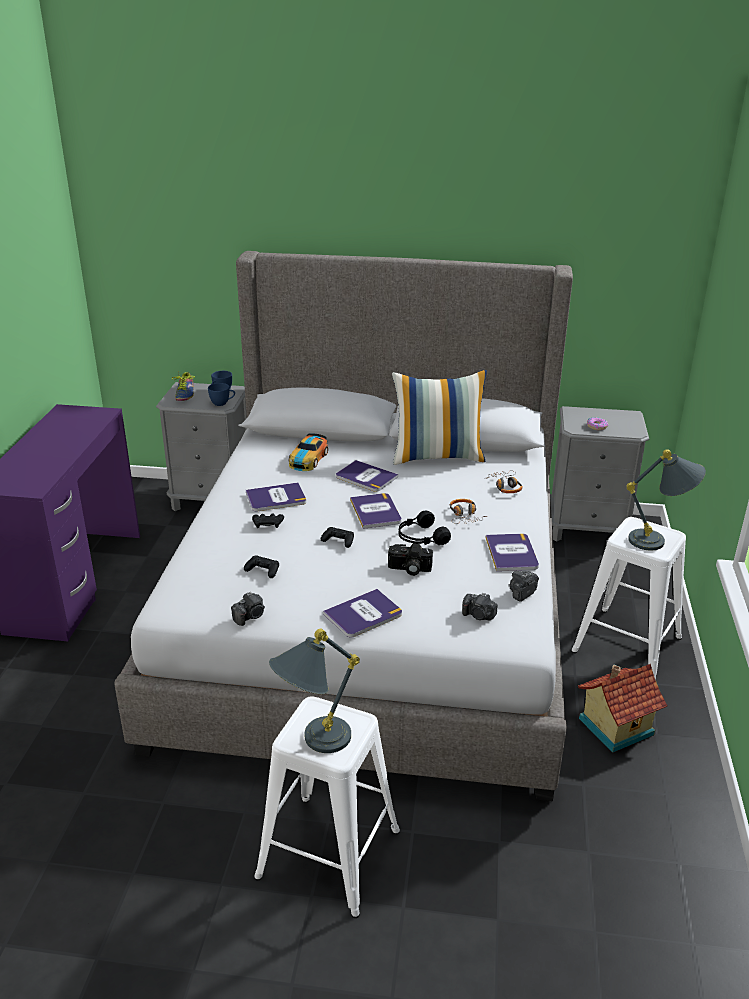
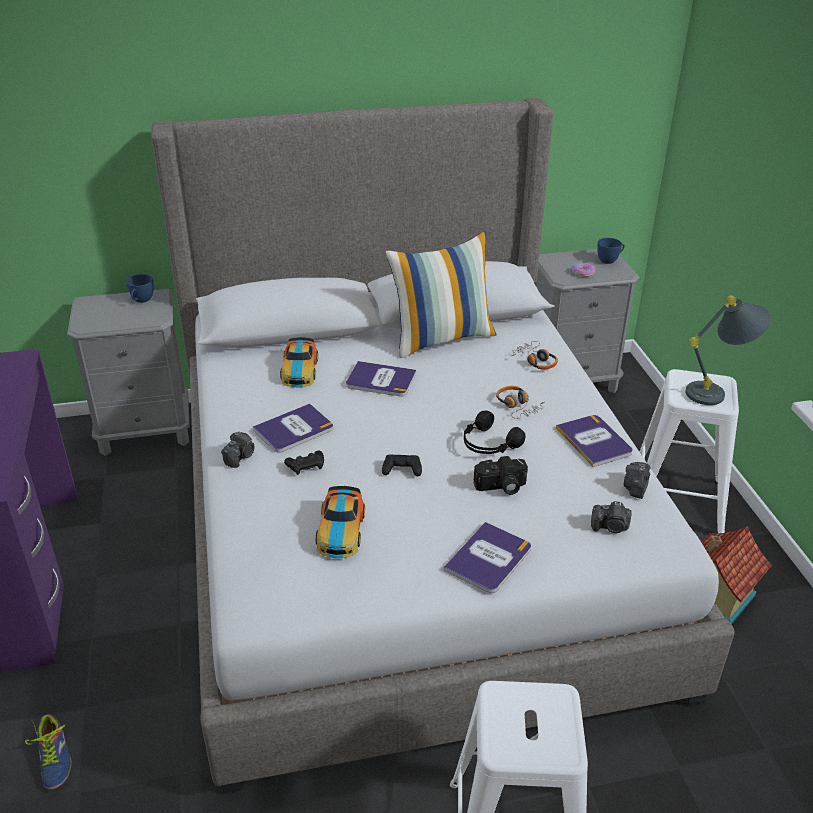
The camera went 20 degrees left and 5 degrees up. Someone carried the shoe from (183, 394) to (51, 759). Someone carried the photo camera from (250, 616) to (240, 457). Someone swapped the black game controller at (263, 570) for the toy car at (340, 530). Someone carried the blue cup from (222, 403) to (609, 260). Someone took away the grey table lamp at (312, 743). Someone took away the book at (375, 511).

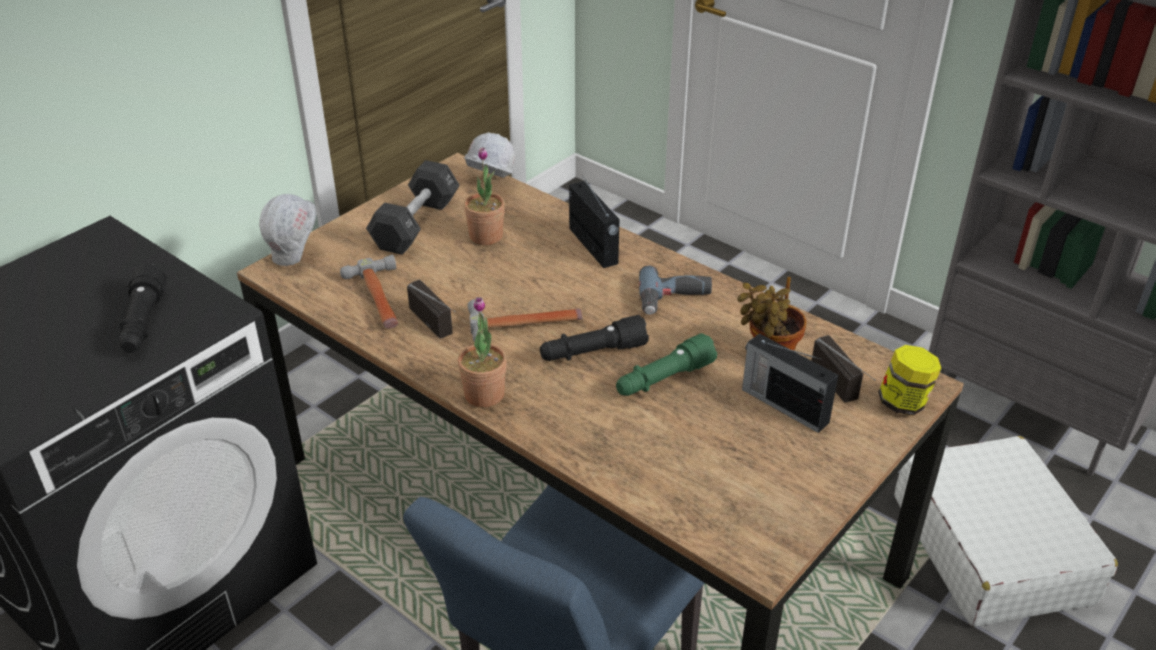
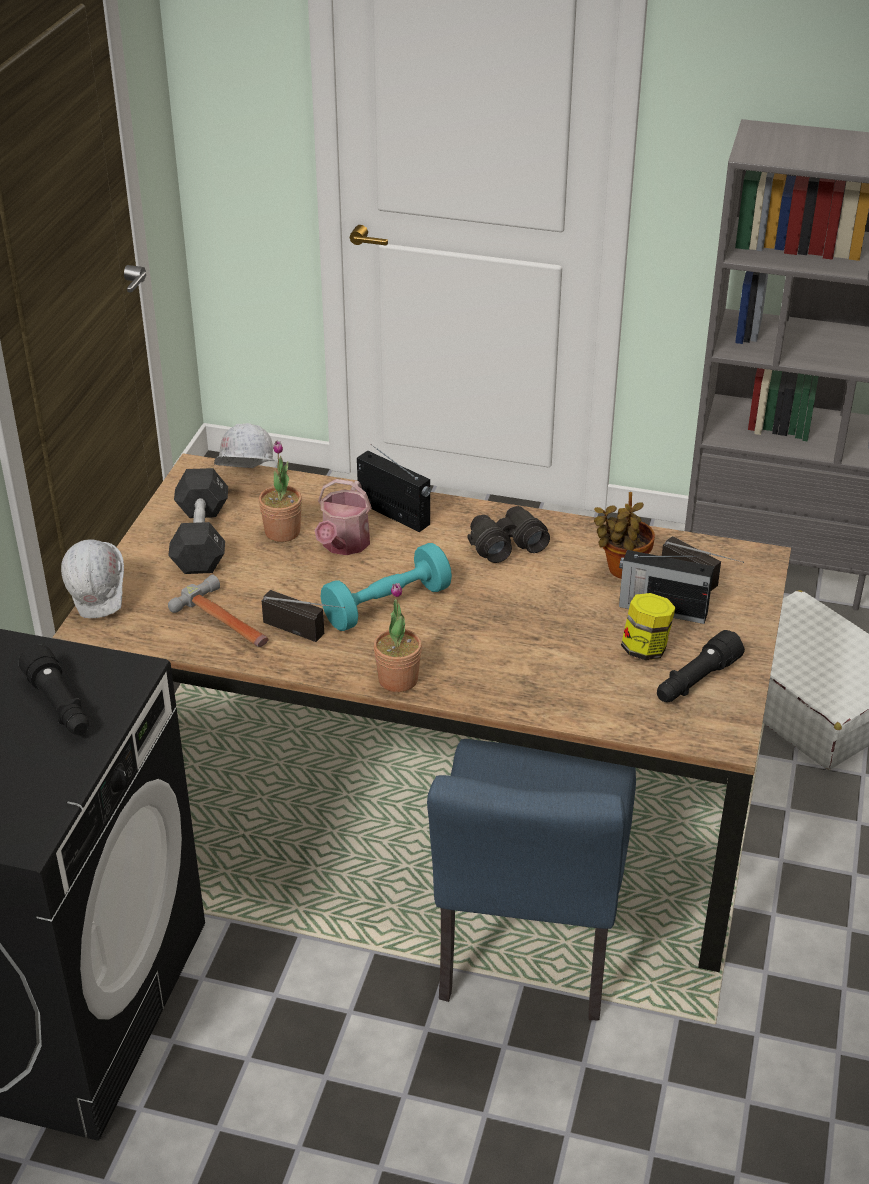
The camera went 25 degrees left and 0 degrees up. Someone put down the watering can at (343, 545). Someone swapped the hammer at (526, 324) for the turquoise dumbbell at (387, 605). Someone swapped the power drill at (675, 300) for the black binoculars at (506, 544). Someone carried the jar from (903, 403) to (645, 649). Someone carried the black flashlight from (592, 353) to (696, 681). Someone took away the green flashlight at (663, 379).

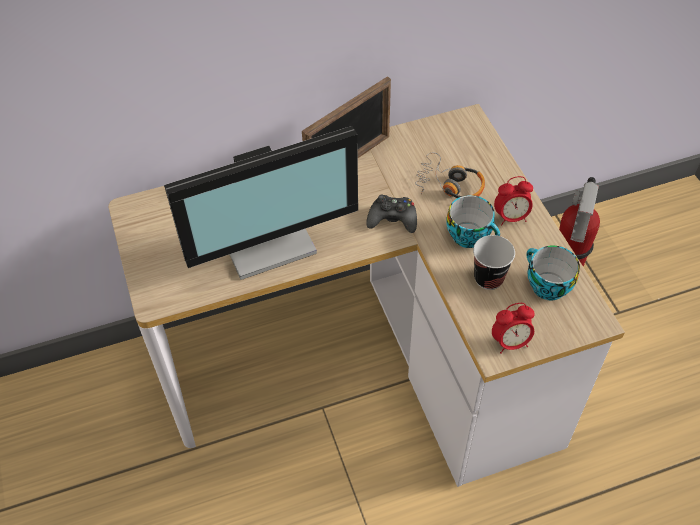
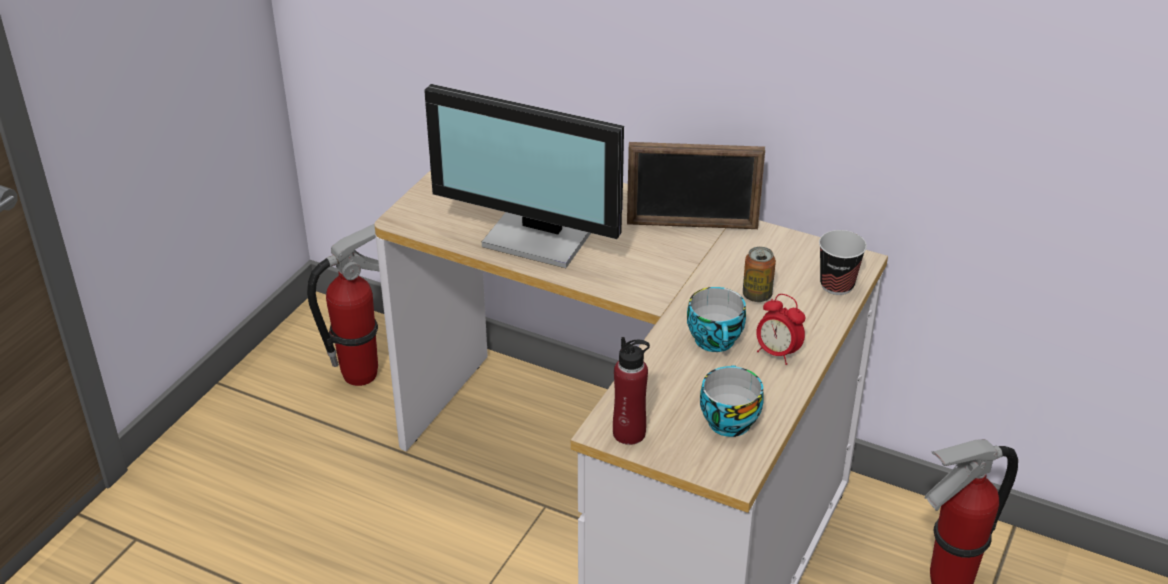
The camera went 45 degrees right and 15 degrees down. Someone put down the fire extinguisher at (361, 374). Someone swapped the alarm clock at (510, 342) for the red bottle at (629, 433). Someone swapped the headphones at (449, 185) for the can at (757, 295). Someone carried the cup from (488, 278) to (837, 285). Someone took away the black game controller at (392, 219).

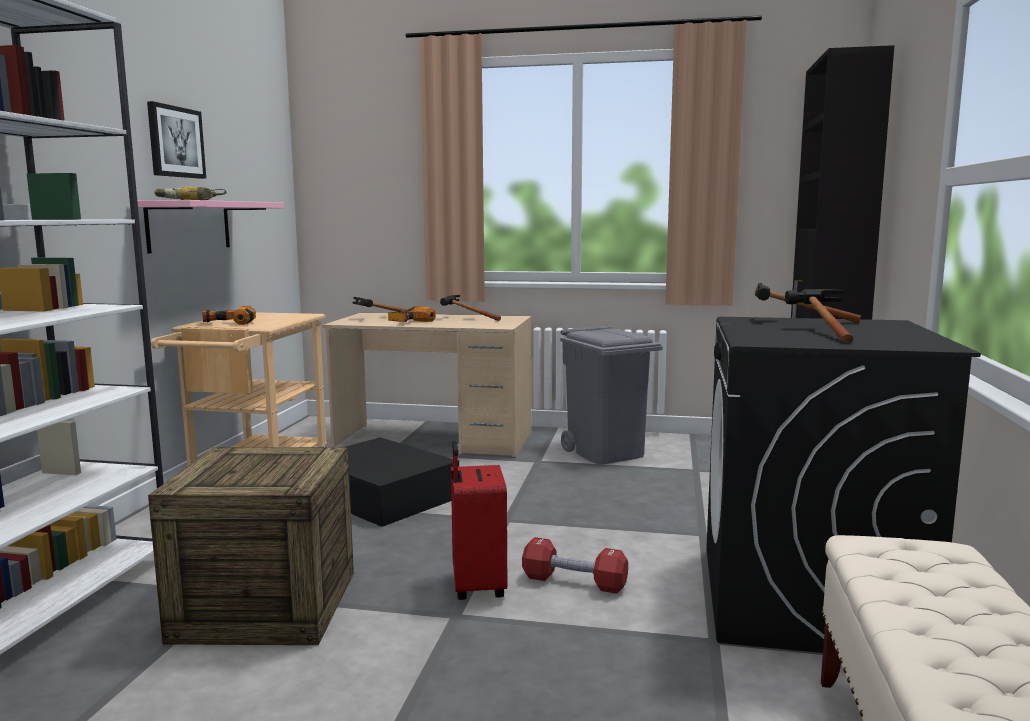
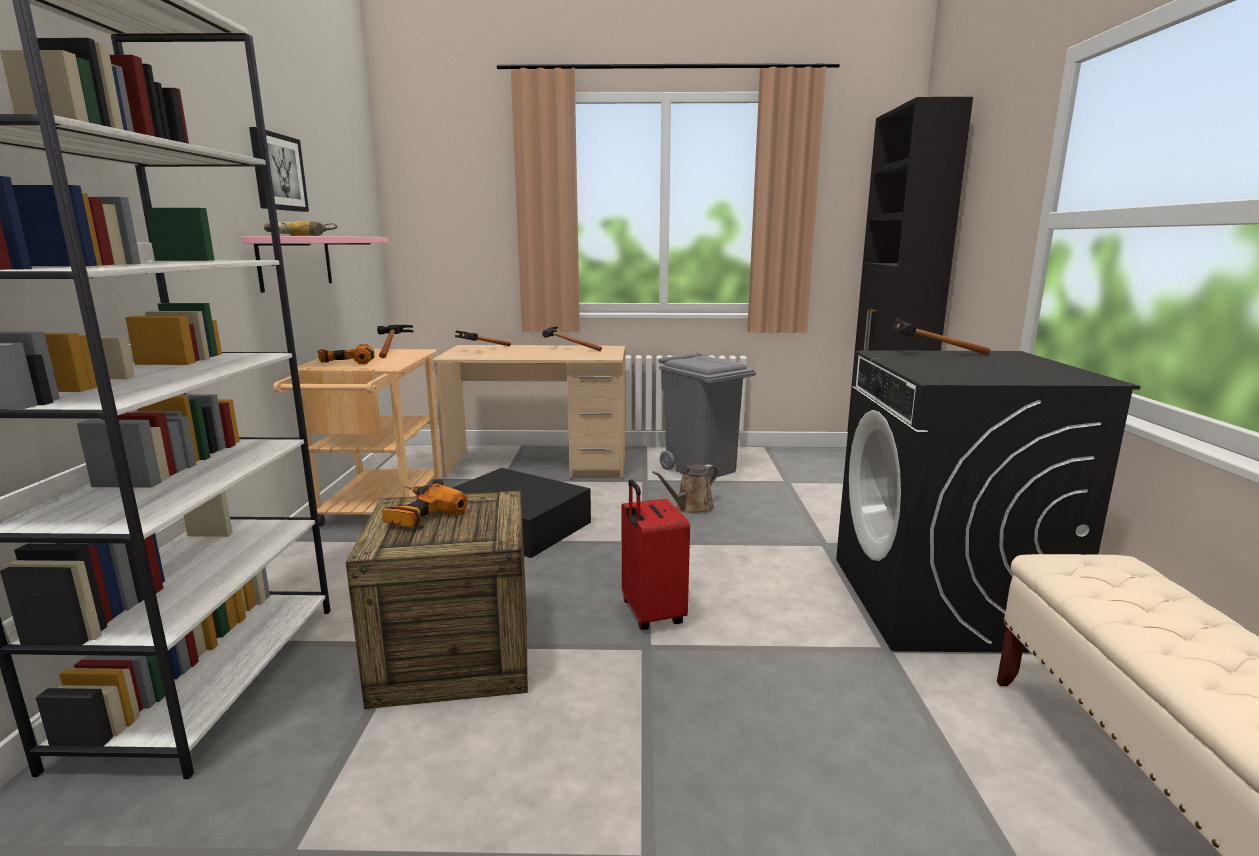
The camera went 10 degrees left and 5 degrees up. Someone carried the hammer from (819, 331) to (391, 351). Someone carried the power drill from (407, 321) to (418, 515). Someone put down the brown watering can at (691, 508). Someone took away the red dumbbell at (574, 582).

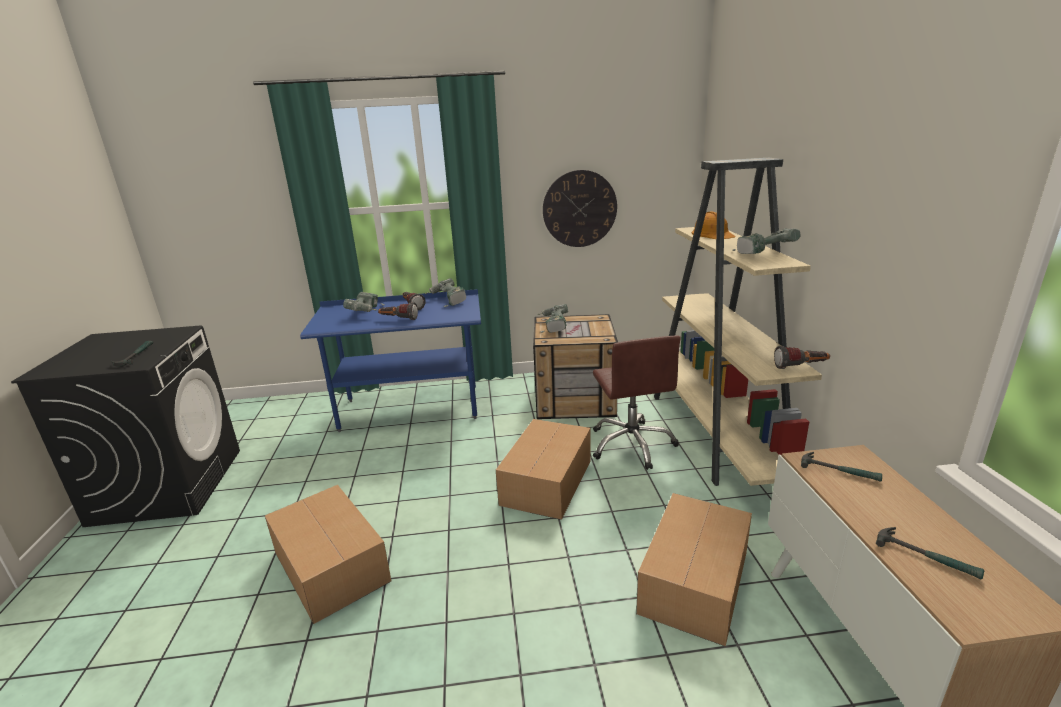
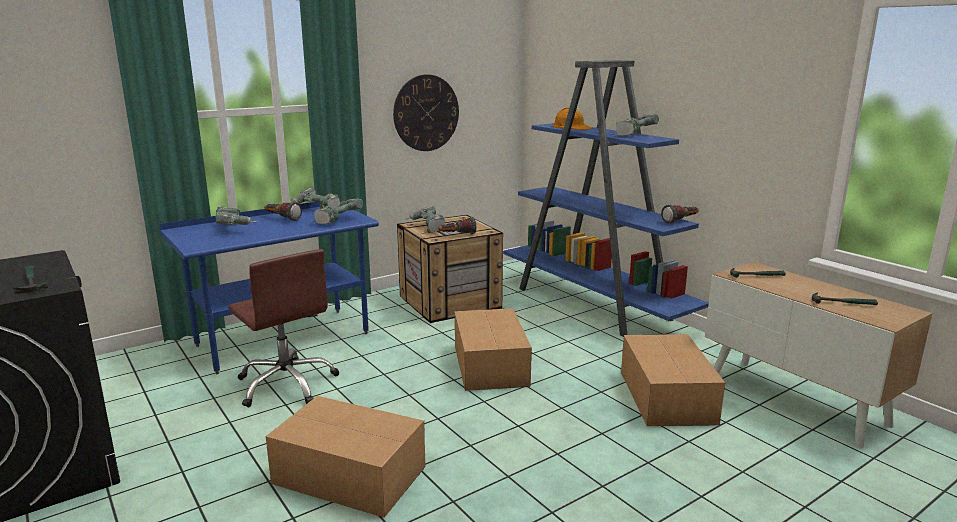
The camera went 30 degrees left and 5 degrees down. Someone carried the brown office chair from (632, 444) to (287, 384). Someone put down the power drill at (337, 220). Someone carried the flashlight from (398, 319) to (457, 235). Someone repainted the beige bookcase at (717, 433), which became the blue bookcase at (594, 305).

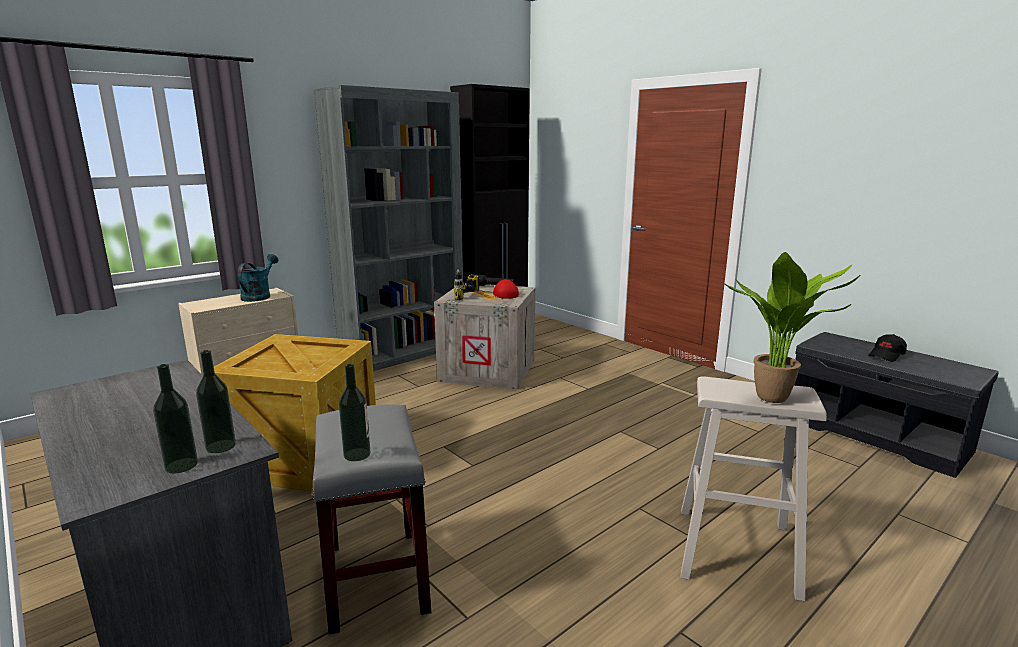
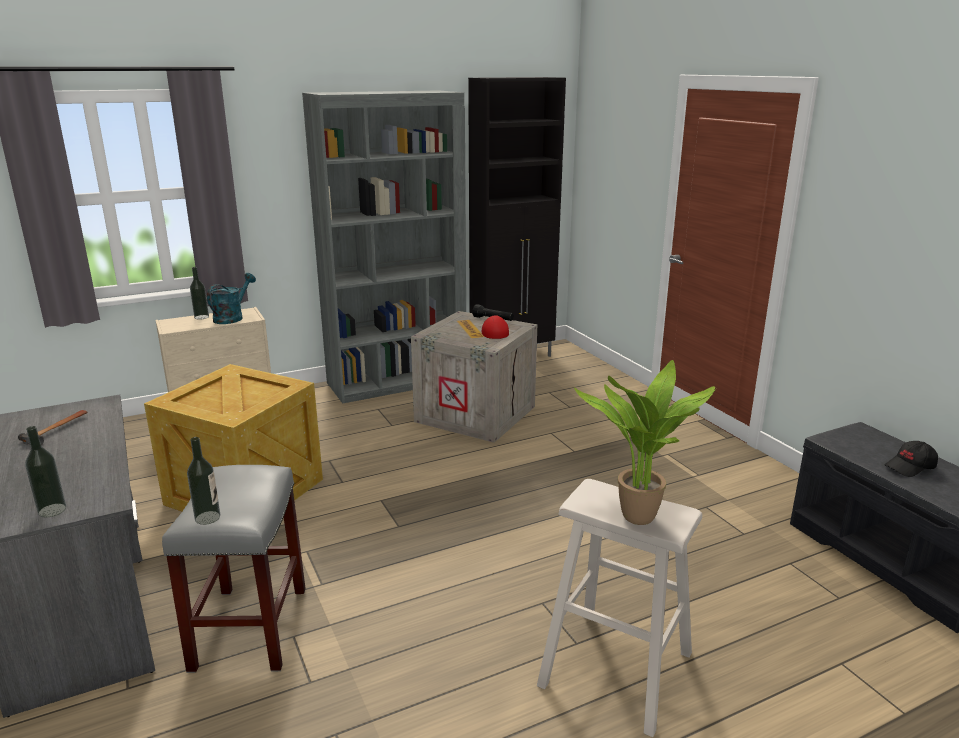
The camera went 15 degrees right and 5 degrees up. Someone put down the hammer at (57, 430). Someone carried the bottle from (221, 446) to (201, 317). Someone took away the power drill at (475, 298).

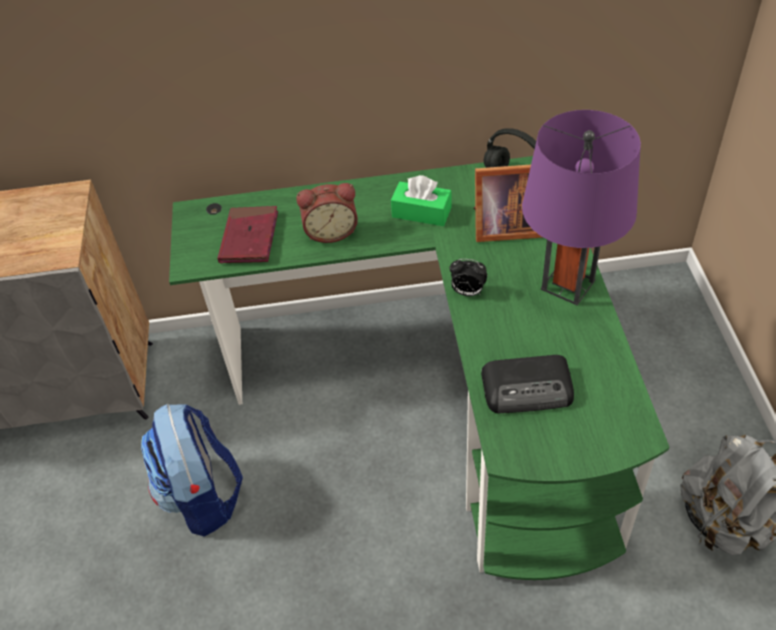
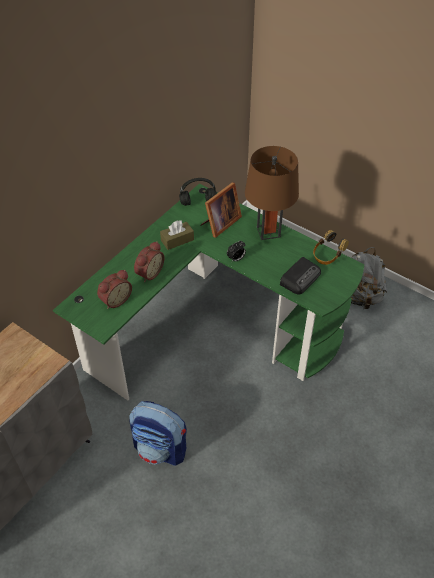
The camera went 50 degrees left and 0 degrees up. Someone swapped the red book at (249, 238) for the alarm clock at (115, 299). Someone repainted the green tissue box at (421, 212), which became the brown tissue box at (177, 240). Someone repainted the purple table lamp at (568, 285), which became the brown table lamp at (268, 232). Someone put down the headphones at (327, 256).

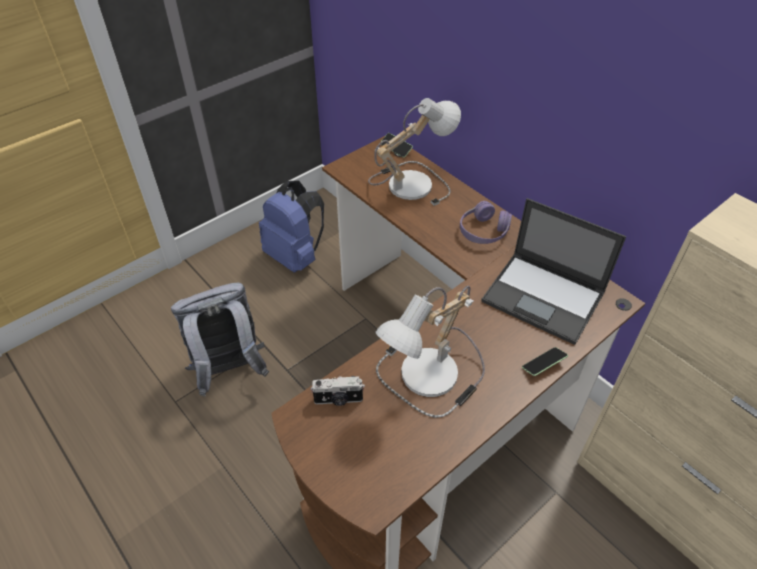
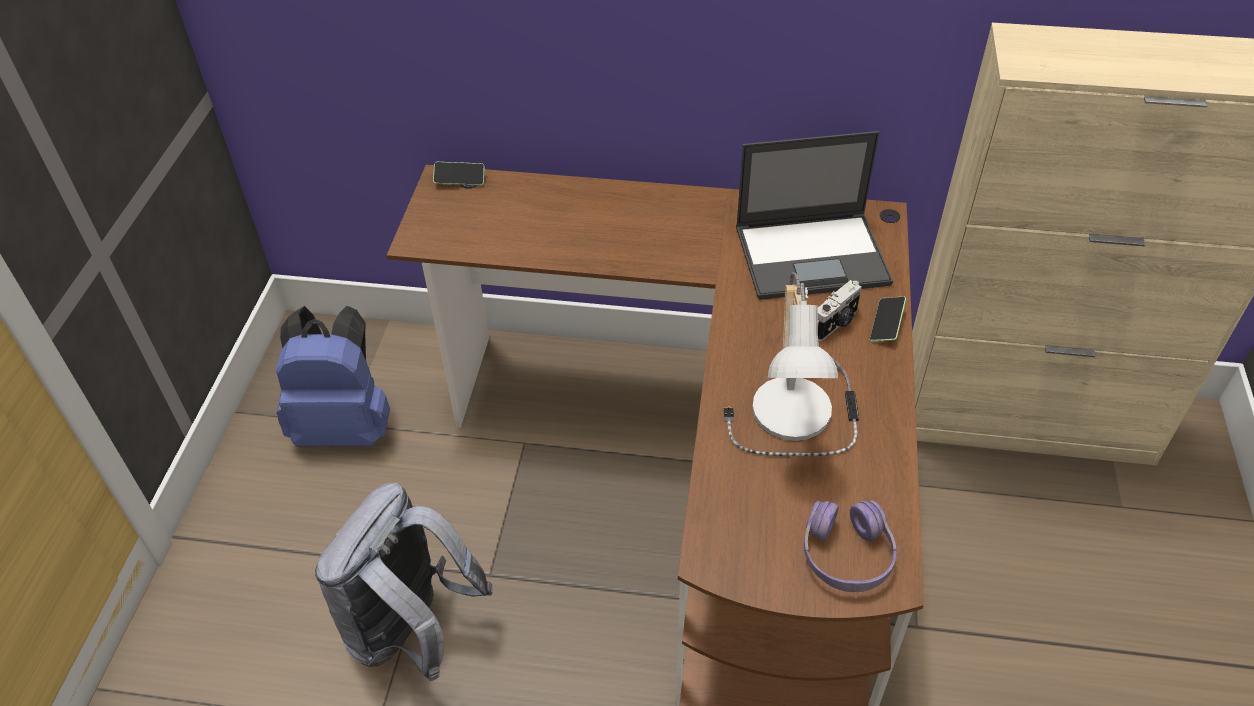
The camera went 40 degrees left and 0 degrees up. Someone carried the purple headphones from (483, 231) to (846, 555). Someone carried the photo camera from (338, 400) to (836, 324). Someone took away the table lamp at (410, 182).

